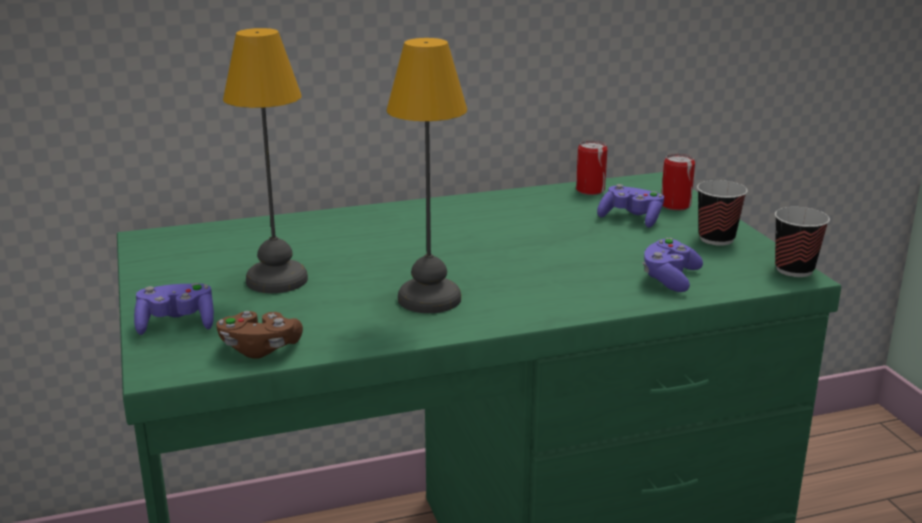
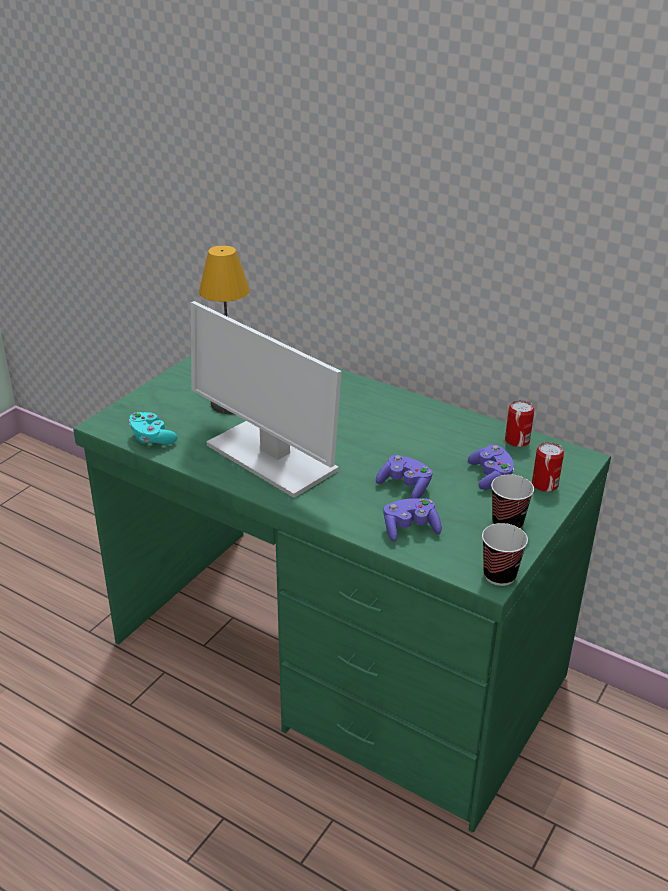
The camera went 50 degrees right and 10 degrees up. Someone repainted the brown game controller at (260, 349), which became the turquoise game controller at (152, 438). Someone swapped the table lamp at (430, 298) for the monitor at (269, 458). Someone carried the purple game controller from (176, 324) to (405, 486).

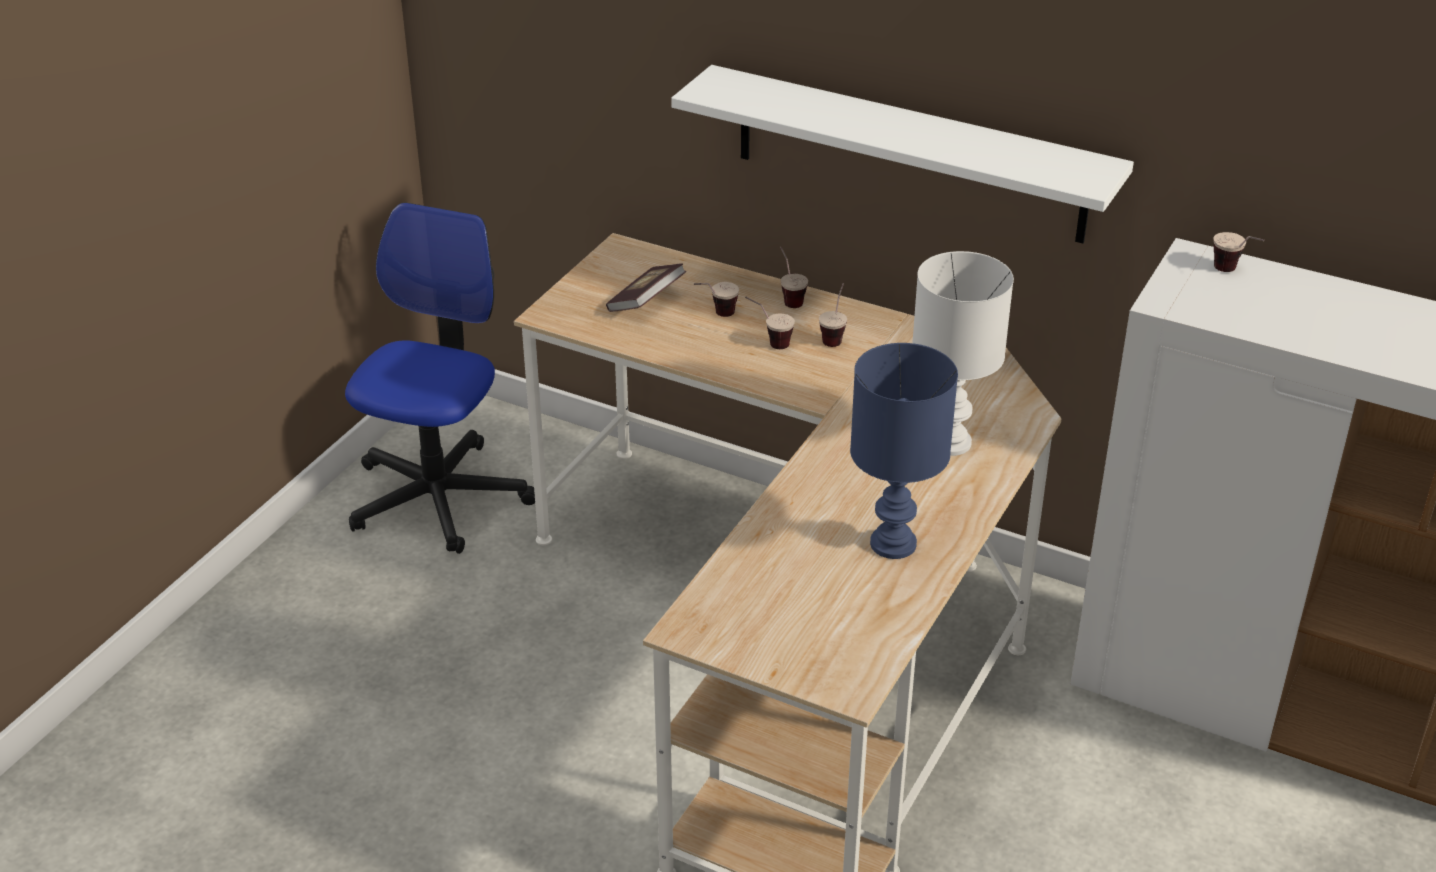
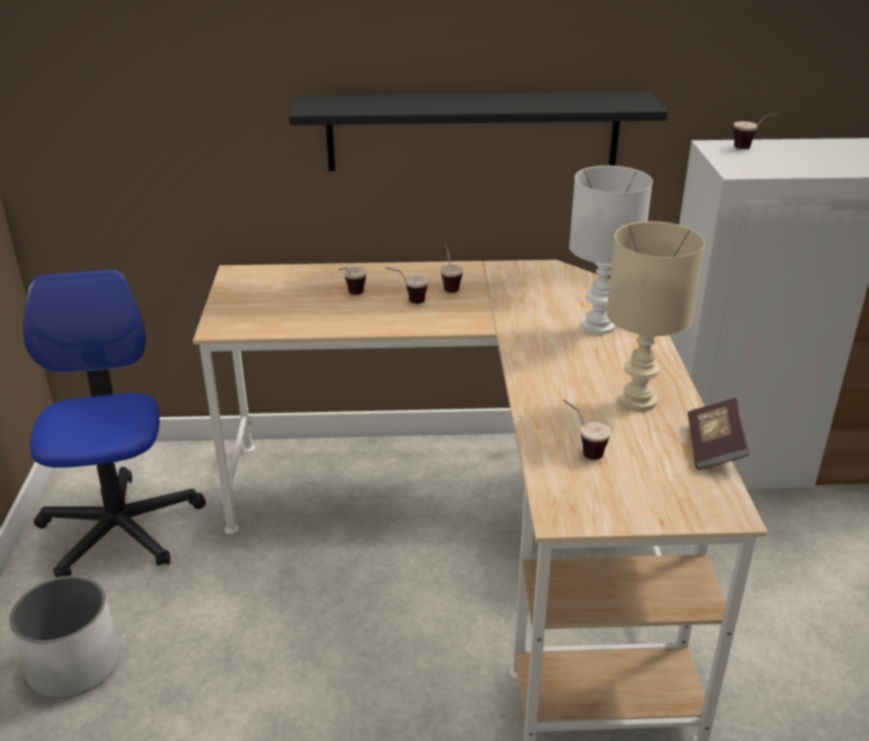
The camera went 30 degrees left and 5 degrees down. Someone put down the white planter at (75, 665). Someone repainted the white shelf at (909, 154), which became the black shelf at (473, 131). Someone carried the cup from (789, 298) to (582, 449). Someone repainted the blue table lamp at (892, 545), which became the beige table lamp at (638, 401). Someone carried the book from (646, 302) to (714, 448).

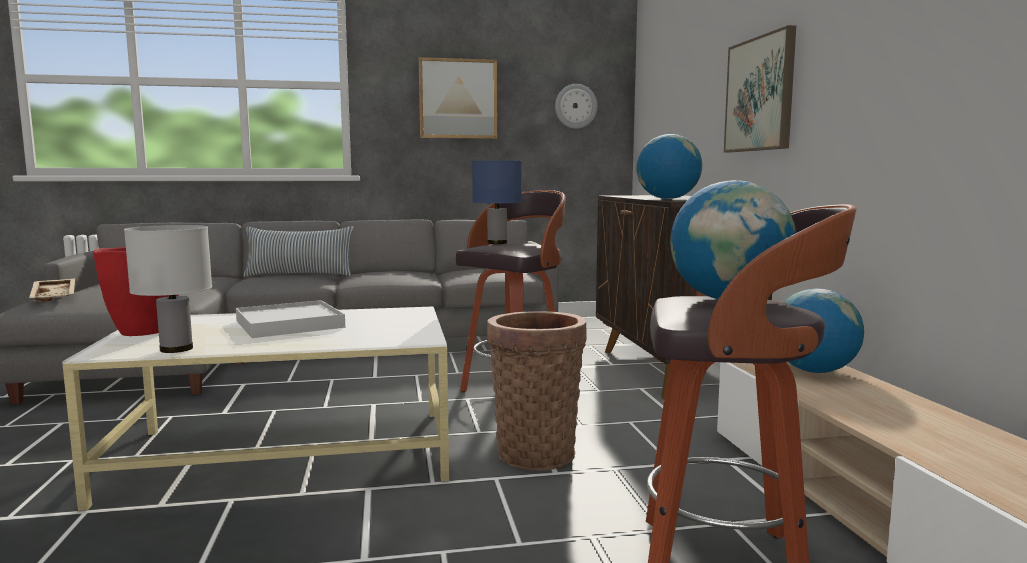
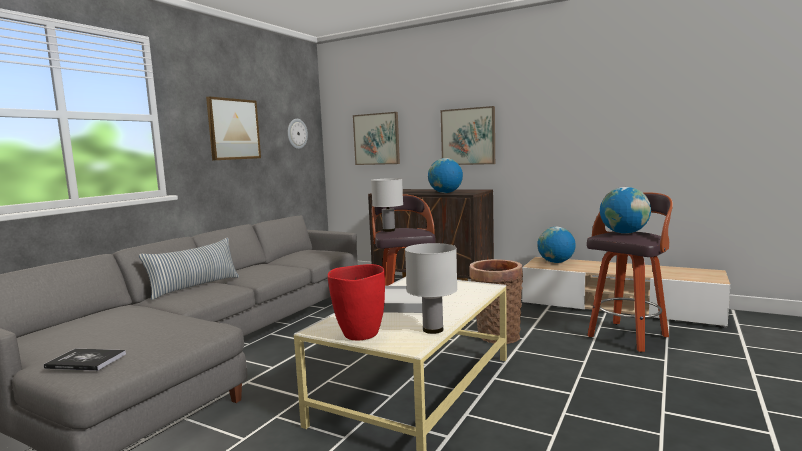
The camera went 50 degrees left and 0 degrees up. Someone swapped the beige tray at (55, 296) for the book at (86, 361). Someone put up the picture at (376, 139). Someone repainted the blue table lamp at (497, 243), which became the white table lamp at (389, 230).

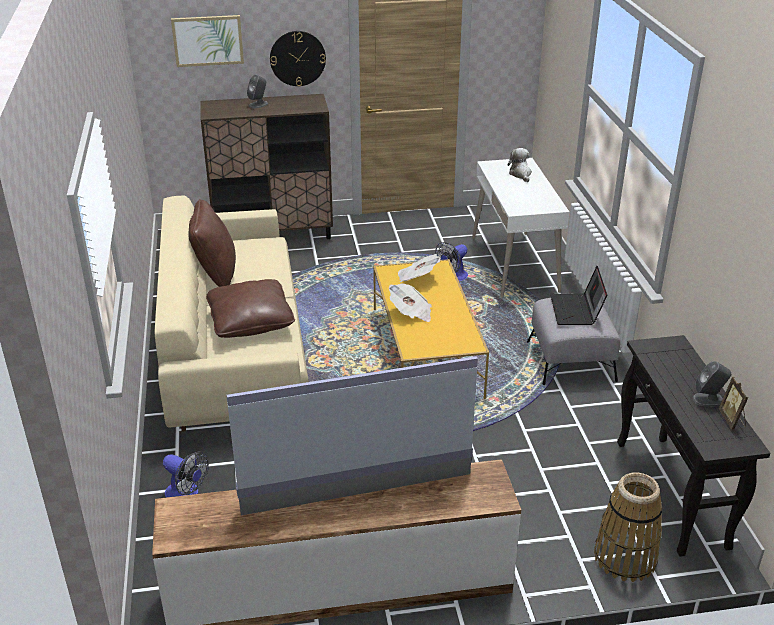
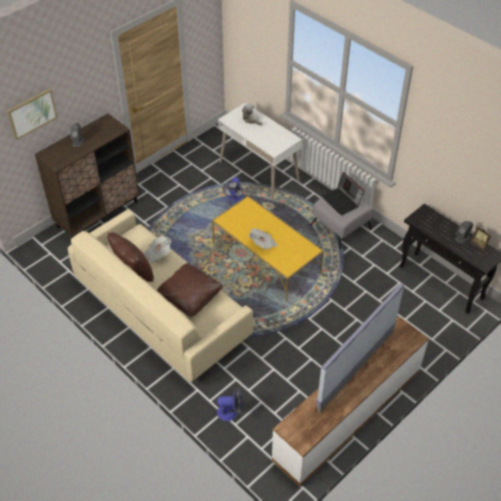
The camera went 35 degrees left and 15 degrees up. Someone carried the newspaper from (417, 278) to (157, 254). Someone took away the wall clock at (297, 58). Someone took away the basket at (625, 558).

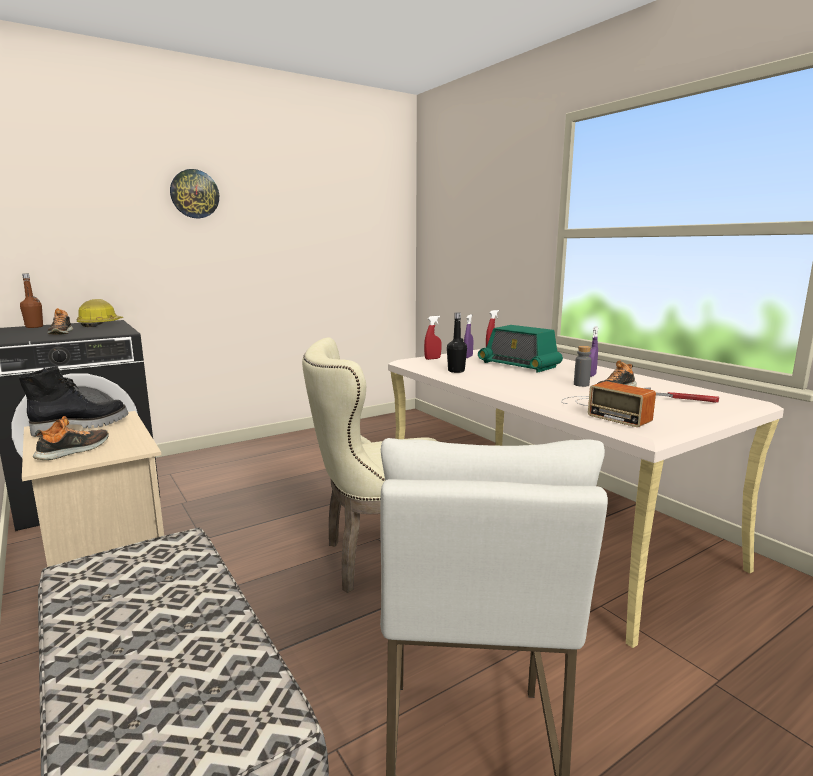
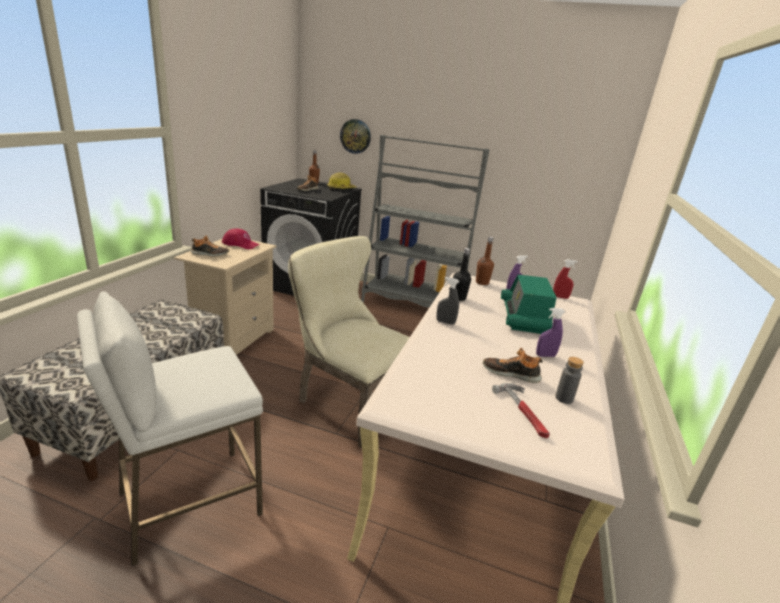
The camera went 50 degrees right and 10 degrees up. Someone swapped the black boot at (81, 426) for the red cap at (241, 244). Someone carried the wall clock from (194, 194) to (355, 136). Someone put down the grey bookcase at (412, 303). Someone put down the grey spray bottle at (445, 322). Someone swapped the red spray bottle at (432, 358) for the brown bottle at (482, 282). Someone carried the grey bottle from (581, 385) to (564, 398). Someone took away the radio at (603, 409).

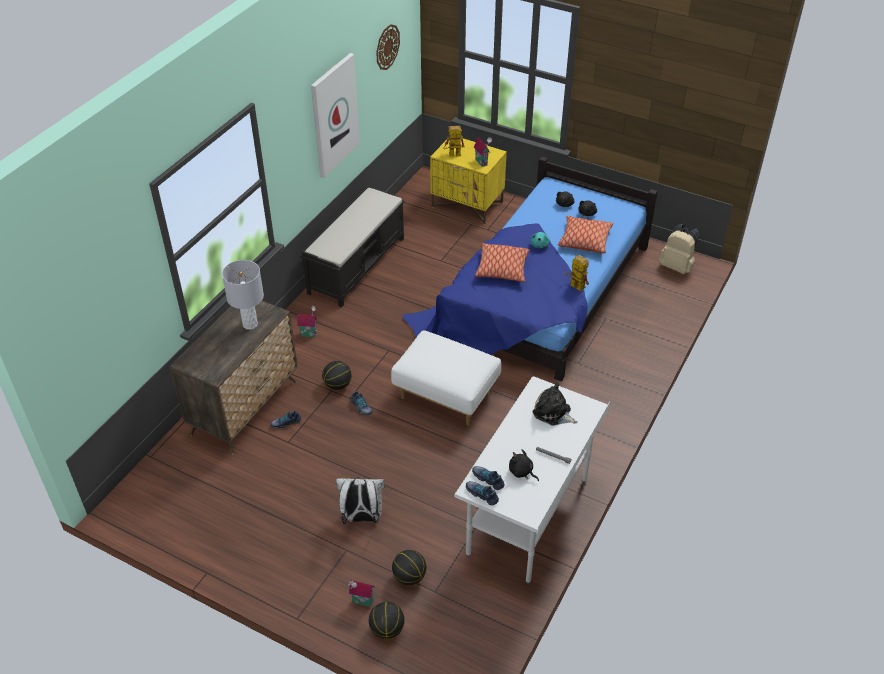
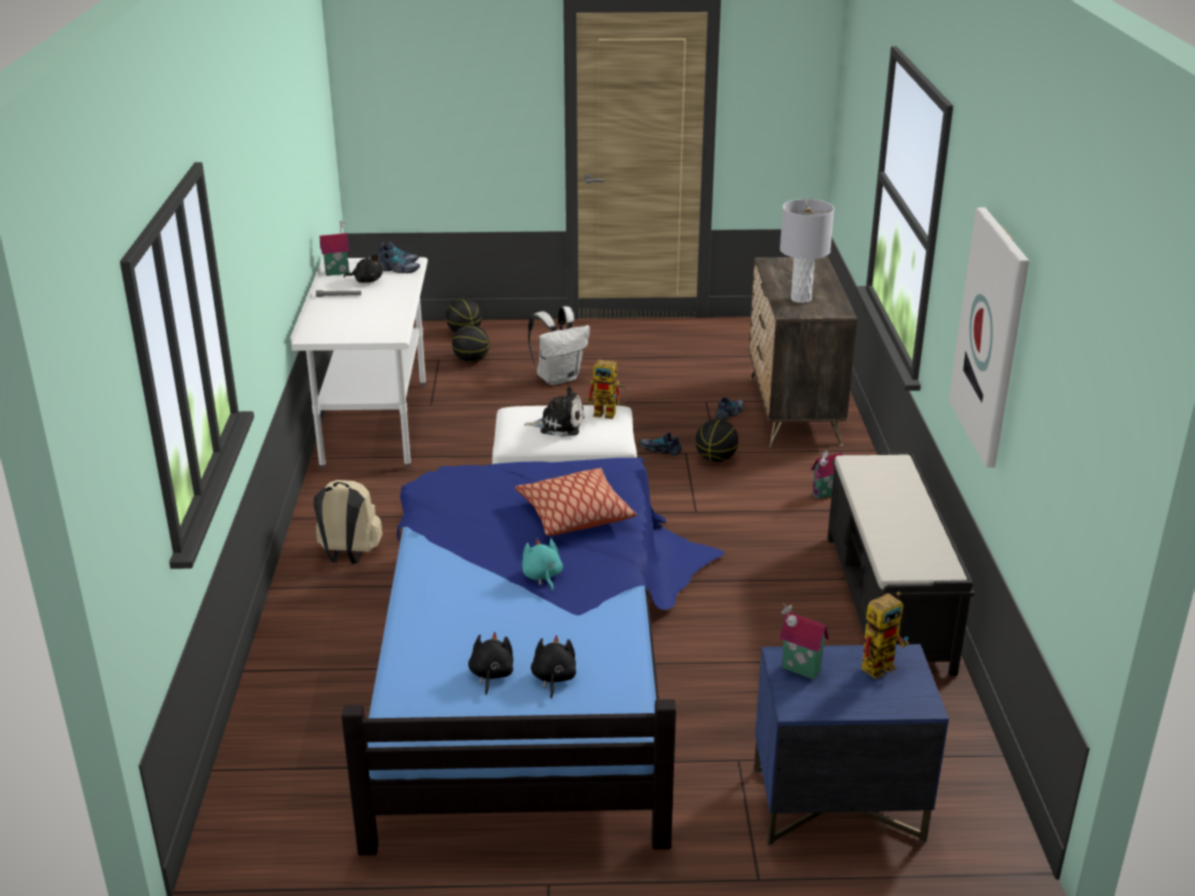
The camera went 150 degrees right and 15 degrees down. Someone carried the beige backpack from (677, 266) to (348, 556). Someone carried the toy house from (362, 602) to (337, 272). Someone carried the plush toy from (553, 413) to (559, 425). Someone carried the toy robot from (574, 285) to (610, 414). Someone repainted the yellow nightstand at (468, 205), which became the blue nightstand at (836, 805). Someone took away the wall clock at (387, 47). Someone took away the pillow at (584, 240).

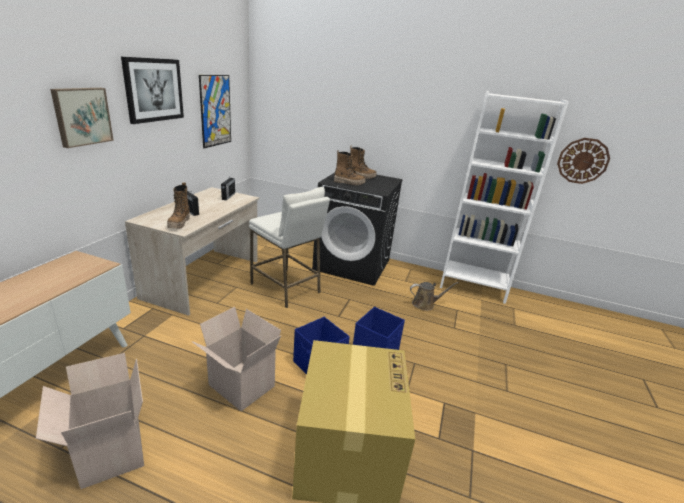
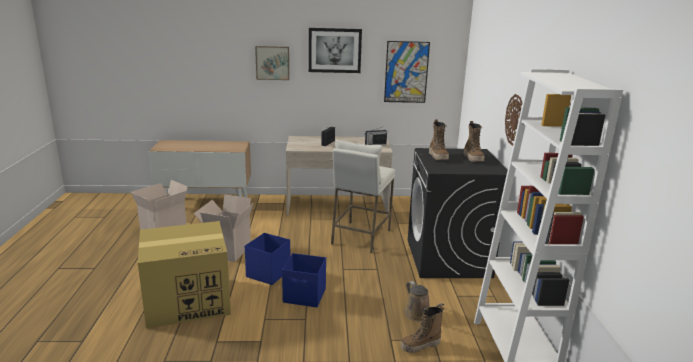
The camera went 70 degrees right and 5 degrees down. Someone carried the boot from (179, 223) to (420, 346). Someone carried the wall clock from (582, 161) to (515, 120).

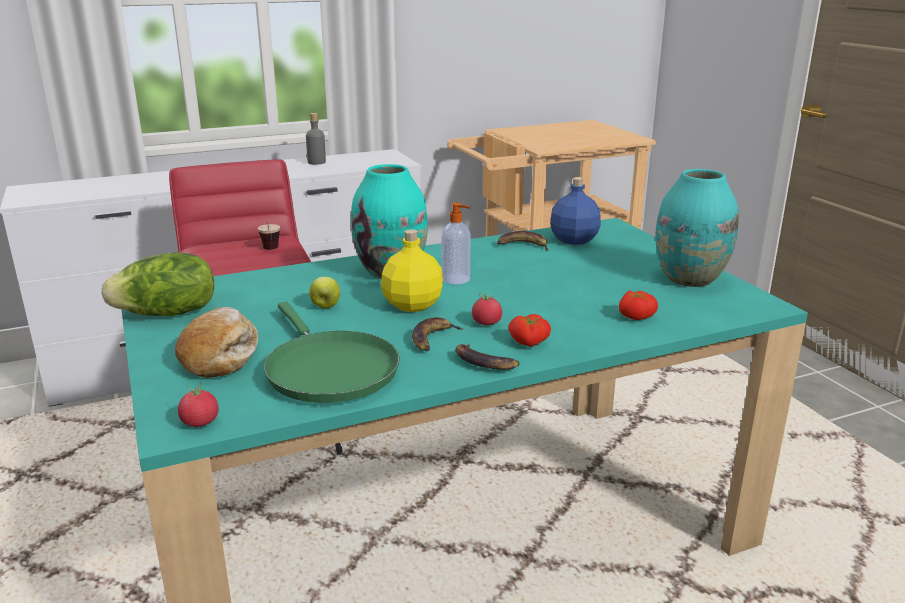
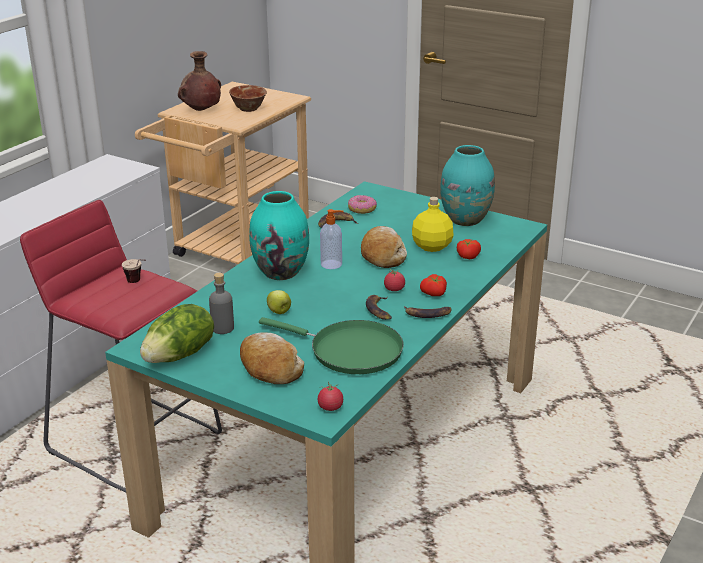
The camera went 35 degrees left and 5 degrees up. Someone put down the brown vase at (201, 111). Someone carried the grey bottle from (316, 162) to (222, 328). Someone put down the bowl at (248, 109). Someone swapped the blue bottle at (574, 240) for the donut at (362, 209). Someone put down the bread at (382, 255). Someone carried the yellow bottle from (412, 304) to (431, 246).

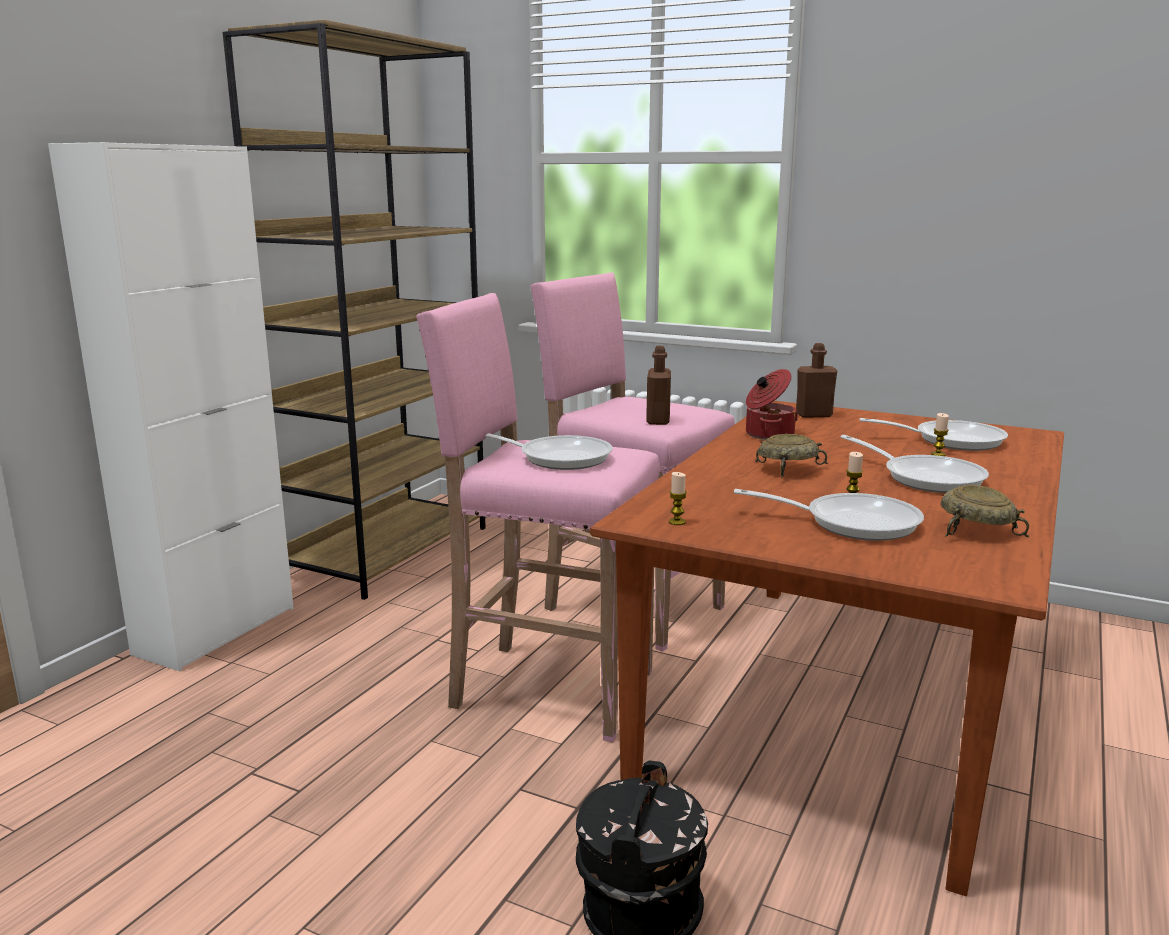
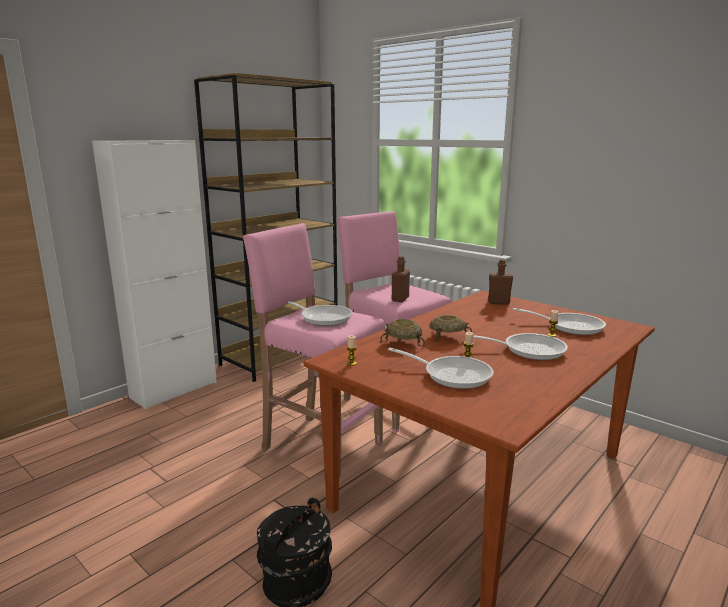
The camera went 15 degrees right and 0 degrees up. Someone carried the beige bowl from (973, 531) to (402, 342). Someone rotated the frying pan at (926, 477) by 60 degrees counterclockwise. Someone took away the cooking pot at (768, 434).

